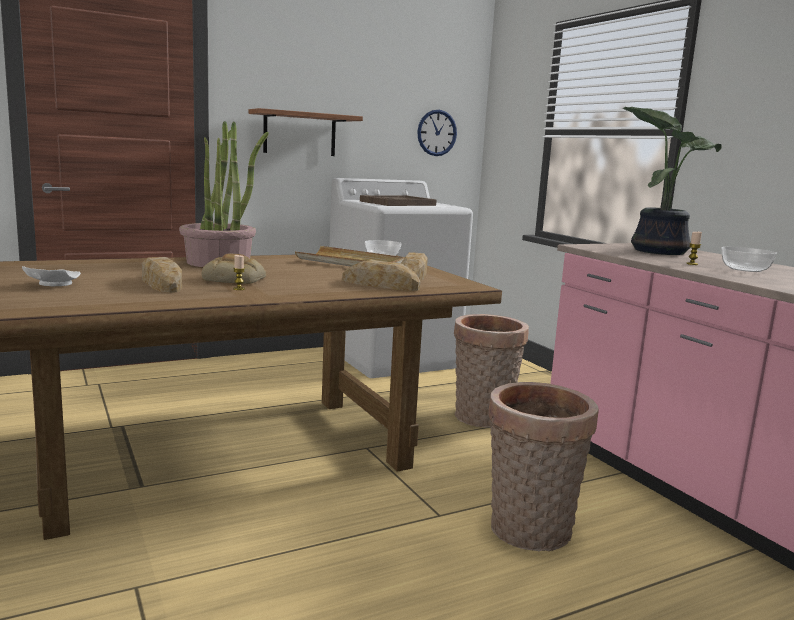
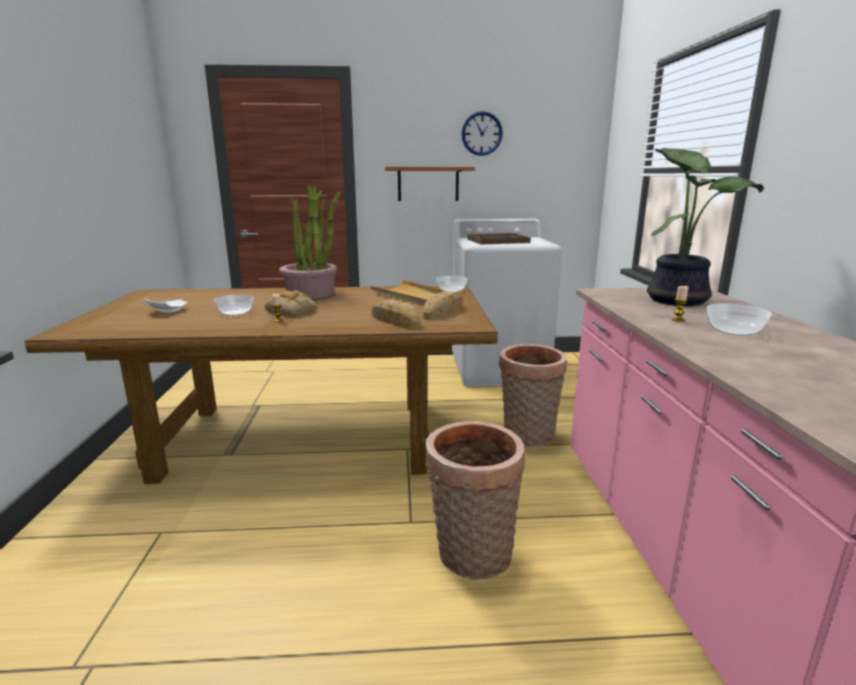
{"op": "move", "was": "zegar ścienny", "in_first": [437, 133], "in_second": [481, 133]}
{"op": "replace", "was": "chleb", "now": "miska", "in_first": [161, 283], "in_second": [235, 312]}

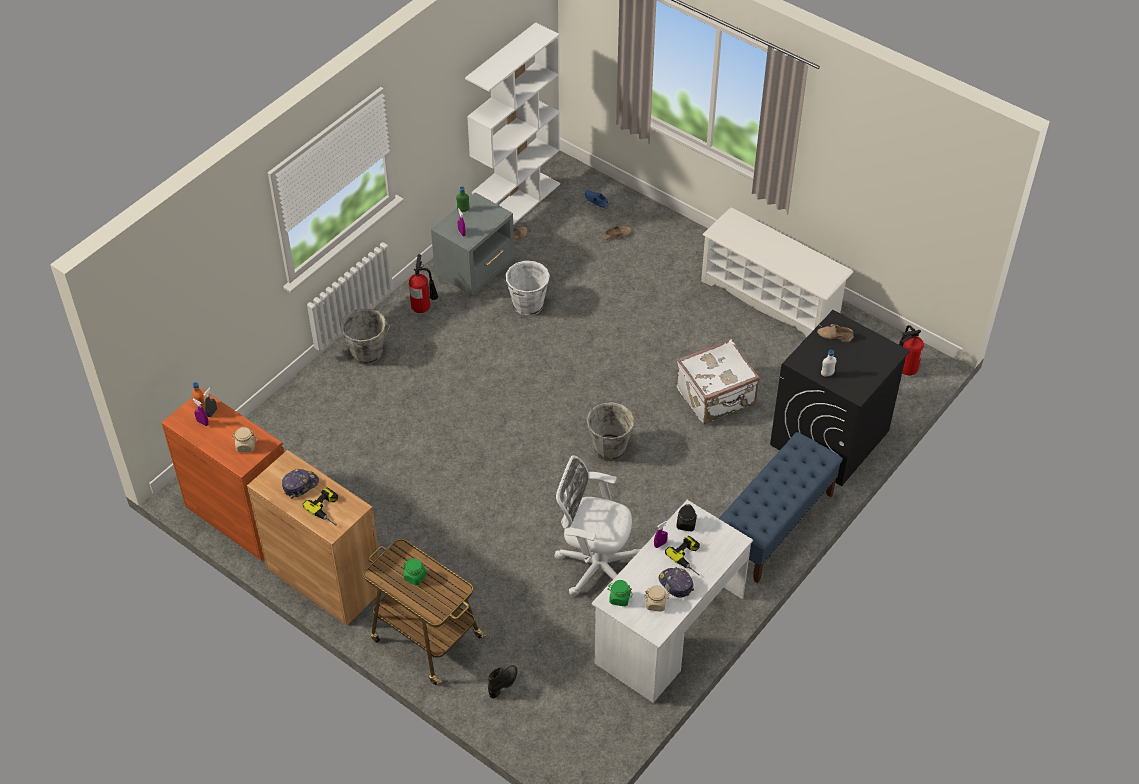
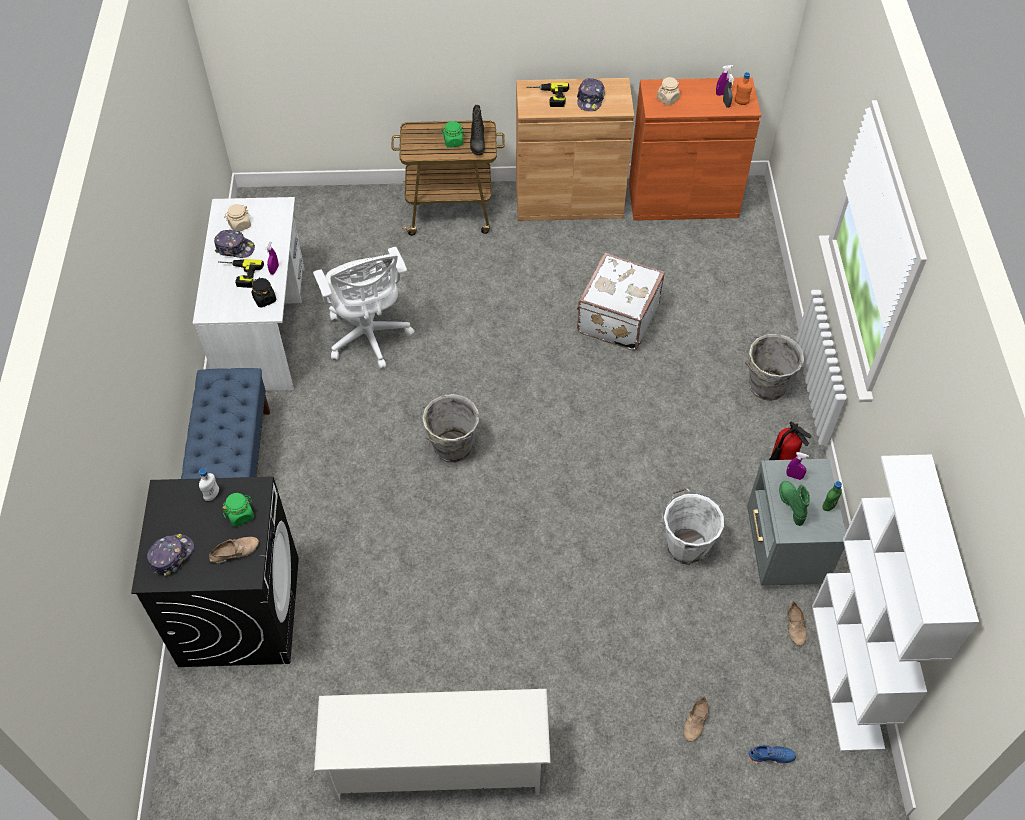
{"op": "delete", "was": "gaśnica", "in_first": [904, 368]}
{"op": "insert", "now": "czapka z daszkiem", "in_second": [171, 555]}
{"op": "insert", "now": "but z cholewką/zielony", "in_second": [792, 505]}
{"op": "move", "was": "but z cholewką/czarny", "in_first": [503, 684], "in_second": [477, 143]}
{"op": "move", "was": "słoik/zielony", "in_first": [619, 598], "in_second": [240, 515]}
{"op": "move", "was": "walizka/biały", "in_first": [716, 397], "in_second": [616, 318]}
{"op": "rotate", "was": "krzesło biurowe/biały", "in_first": [595, 566], "in_second": [369, 337], "clockwise": 90}

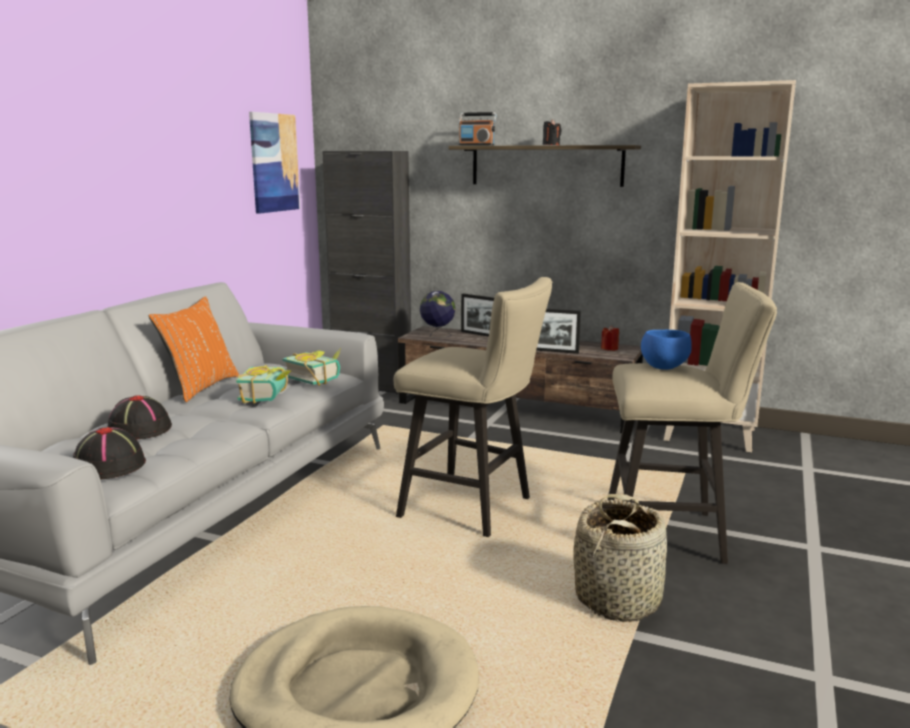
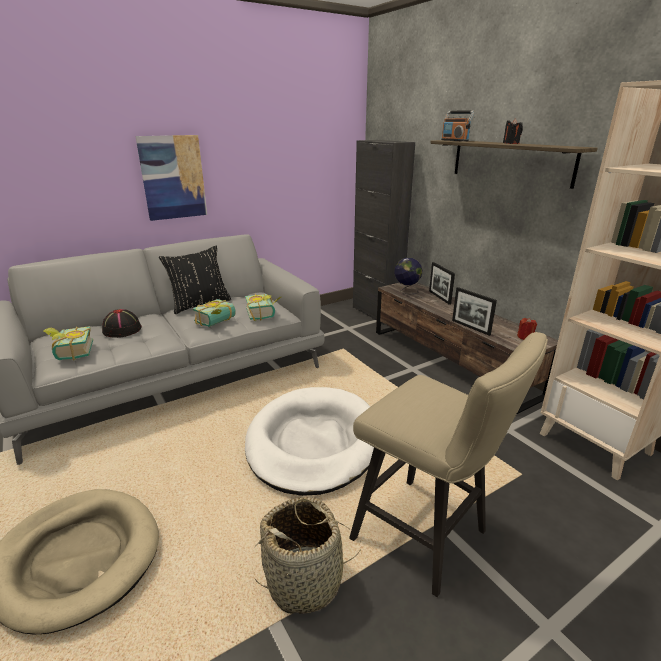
{"op": "delete", "was": "miska/niebieski", "in_first": [663, 367]}
{"op": "move", "was": "obraz", "in_first": [274, 163], "in_second": [173, 177]}
{"op": "replace", "was": "kapelusz/czarny", "now": "książka", "in_first": [110, 465], "in_second": [70, 352]}
{"op": "replace", "was": "stołek/beżowy", "now": "legowisko/biały", "in_first": [474, 509], "in_second": [313, 442]}
{"op": "recolor", "was": "poduszka/pomarańczowy", "now": "poduszka/czarny", "in_first": [200, 387], "in_second": [199, 304]}

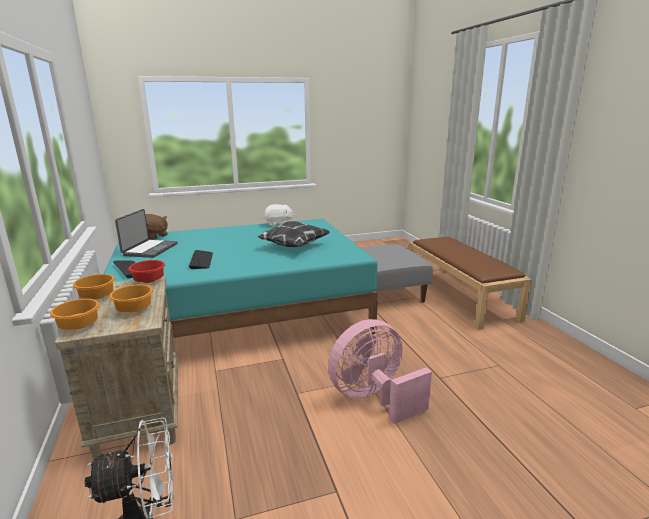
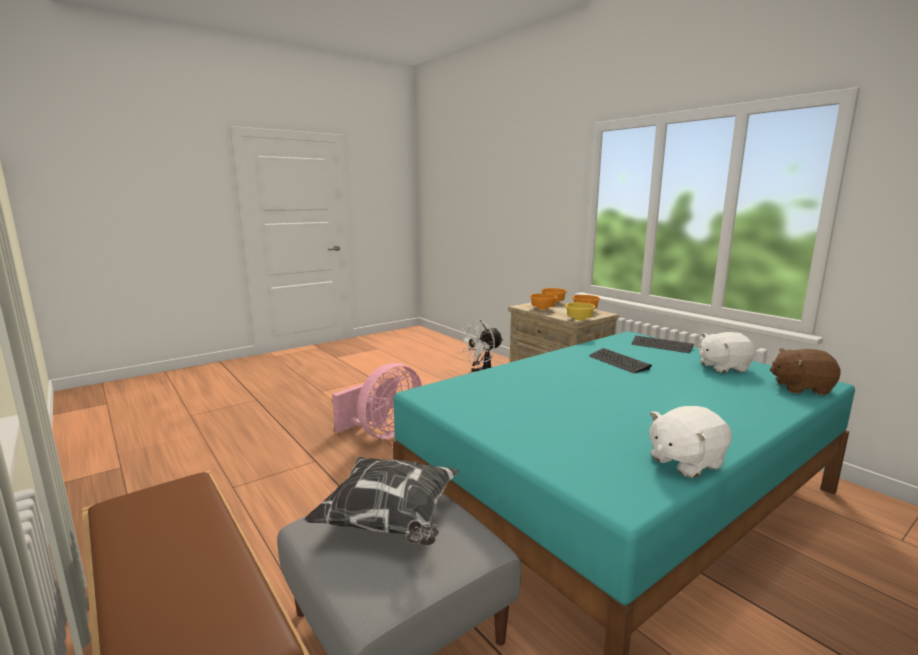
{"op": "move", "was": "poduszka", "in_first": [294, 246], "in_second": [390, 521]}
{"op": "replace", "was": "laptop", "now": "pluszak/biały", "in_first": [149, 249], "in_second": [723, 367]}
{"op": "recolor", "was": "miska/czerwony", "now": "miska/żółty", "in_first": [150, 280], "in_second": [579, 319]}

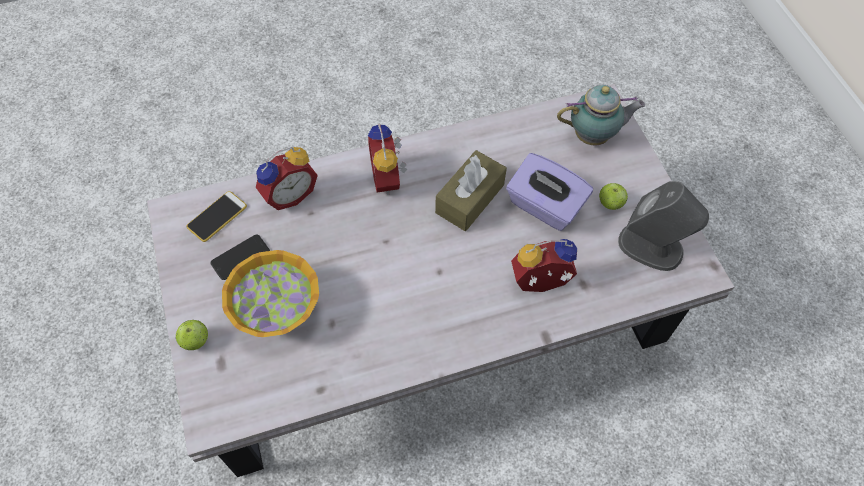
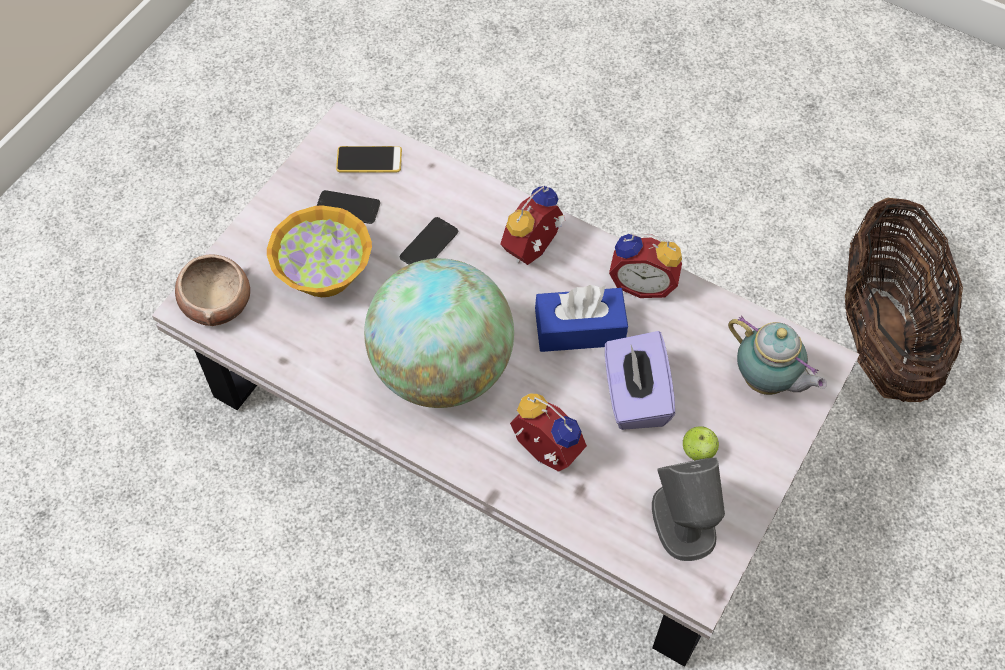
{"op": "delete", "was": "jabłko", "in_first": [196, 341]}
{"op": "insert", "now": "miska", "in_second": [217, 302]}
{"op": "insert", "now": "globus", "in_second": [441, 369]}
{"op": "insert", "now": "telefon", "in_second": [429, 245]}
{"op": "insert", "now": "koszyk", "in_second": [883, 335]}
{"op": "move", "was": "budzik", "in_first": [289, 194], "in_second": [643, 282]}
{"op": "recolor", "was": "pudełko chusteczek/brązowy", "now": "pudełko chusteczek/niebieski", "in_first": [470, 199], "in_second": [579, 329]}

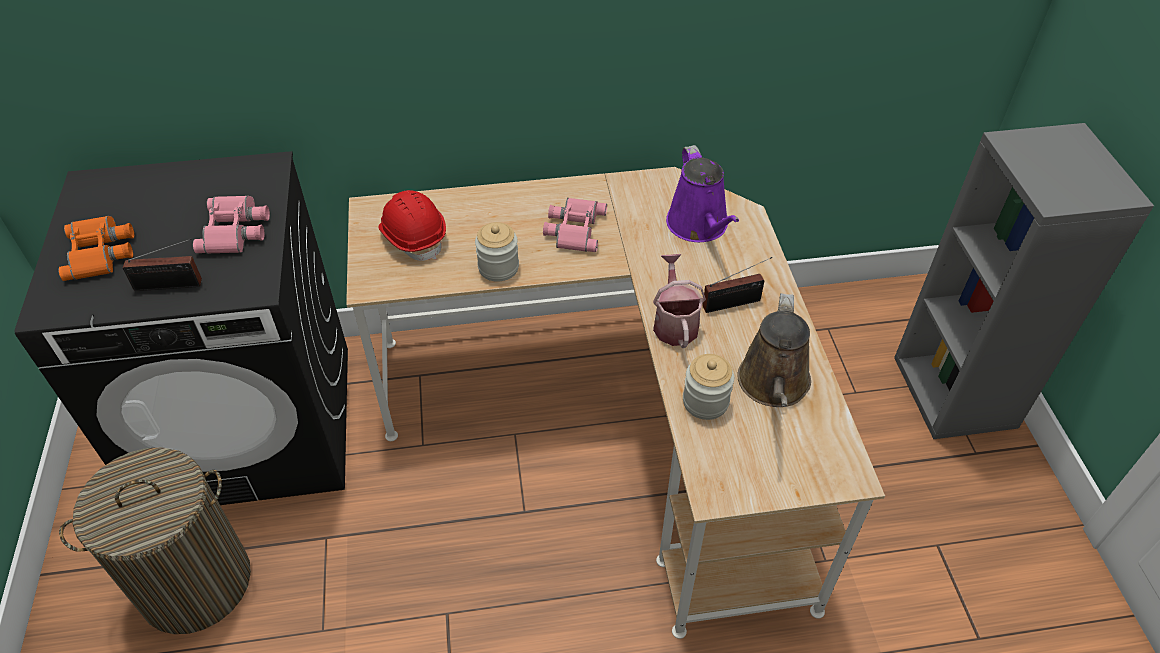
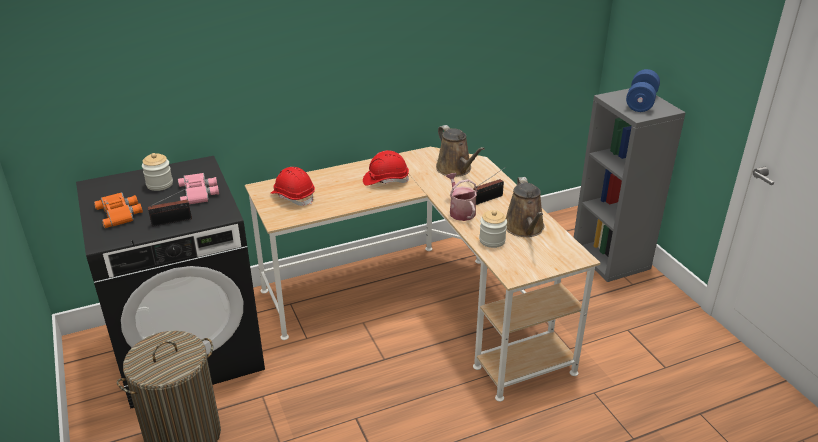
{"op": "insert", "now": "hantel/niebieski", "in_second": [641, 102]}
{"op": "move", "was": "słoik", "in_first": [498, 267], "in_second": [159, 184]}
{"op": "replace", "was": "lornetka/różowy", "now": "kask/czerwony", "in_first": [573, 228], "in_second": [385, 180]}
{"op": "recolor", "was": "konewka/fioletowy", "now": "konewka/brązowy", "in_first": [699, 226], "in_second": [455, 169]}

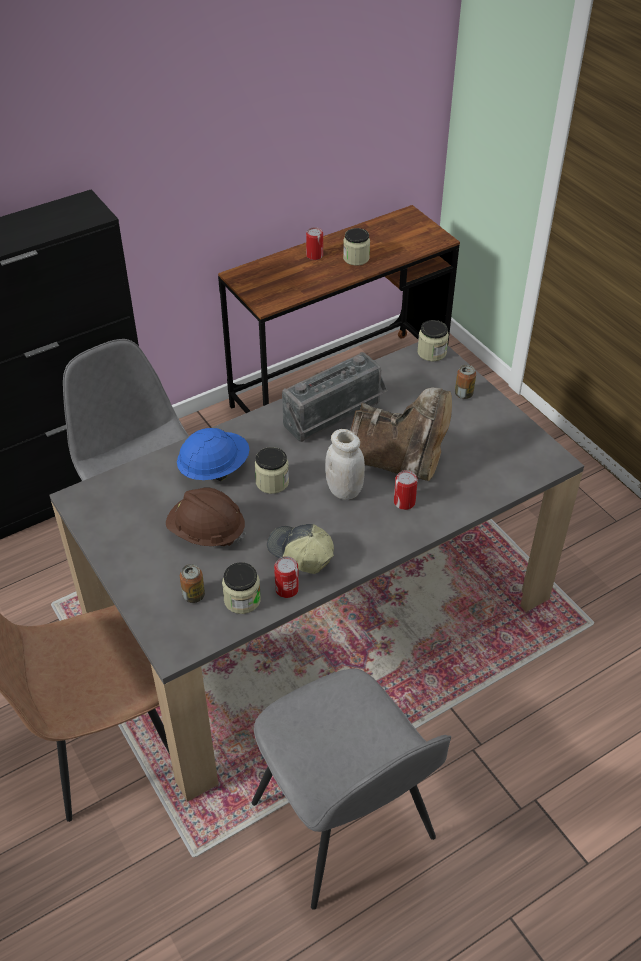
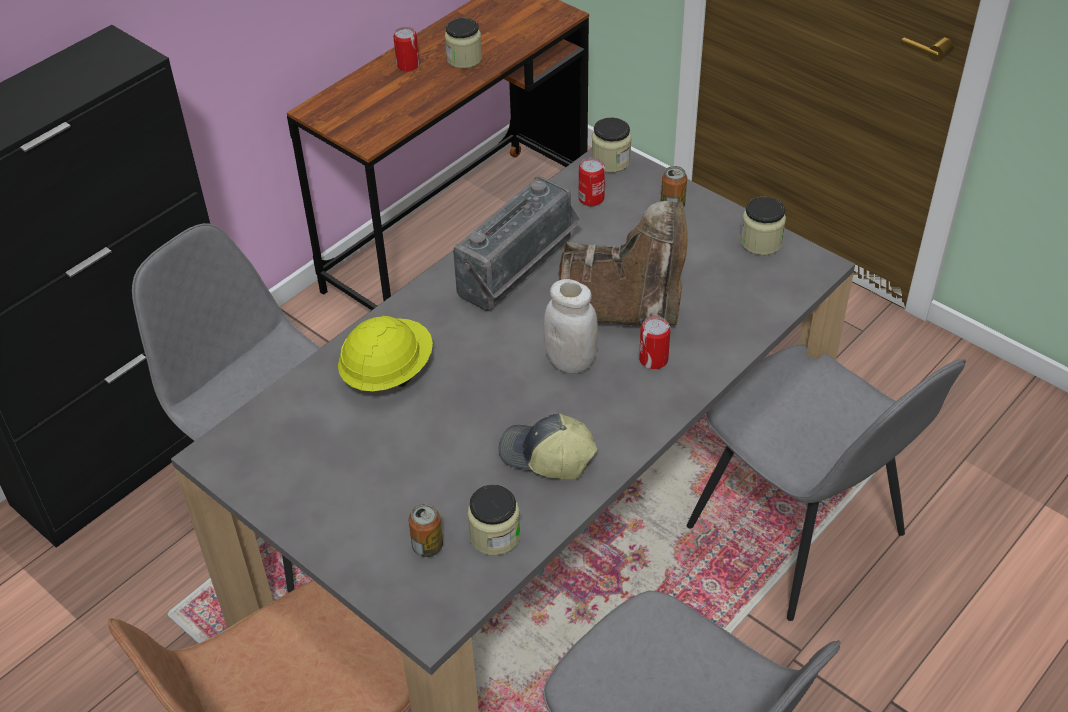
{"op": "delete", "was": "kask/brązowy", "in_first": [206, 532]}
{"op": "insert", "now": "krzesło/szary", "in_second": [799, 534]}
{"op": "move", "was": "słoik", "in_first": [272, 482], "in_second": [761, 242]}
{"op": "move", "was": "puszka", "in_first": [287, 589], "in_second": [591, 199]}
{"op": "recolor", "was": "kask/niebieski", "now": "kask/żółty", "in_first": [214, 469], "in_second": [387, 373]}

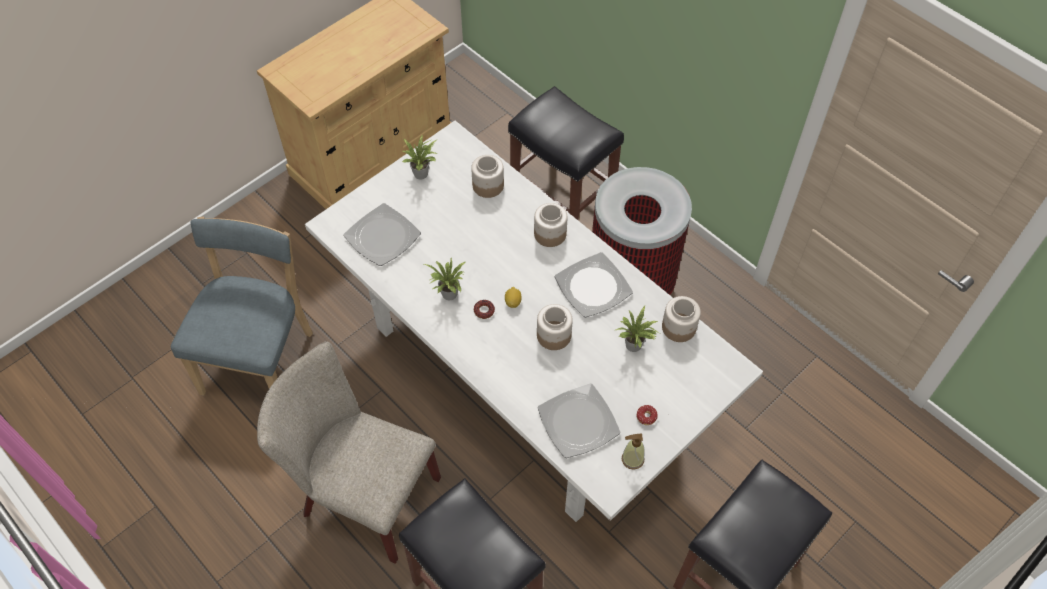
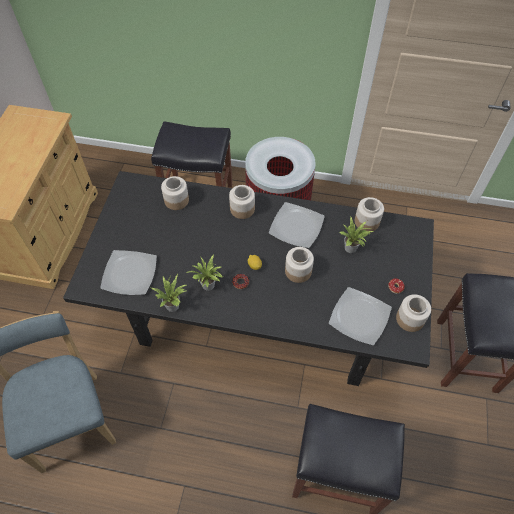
{"op": "delete", "was": "krzesło/beżowy", "in_first": [363, 495]}
{"op": "move", "was": "roślina doniczkowa", "in_first": [423, 173], "in_second": [174, 305]}
{"op": "replace", "was": "dozownik mydła", "now": "słoik", "in_first": [632, 459], "in_second": [410, 319]}
{"op": "recolor", "was": "stół jadalny/biały", "now": "stół jadalny/czarny", "in_first": [521, 373], "in_second": [255, 316]}

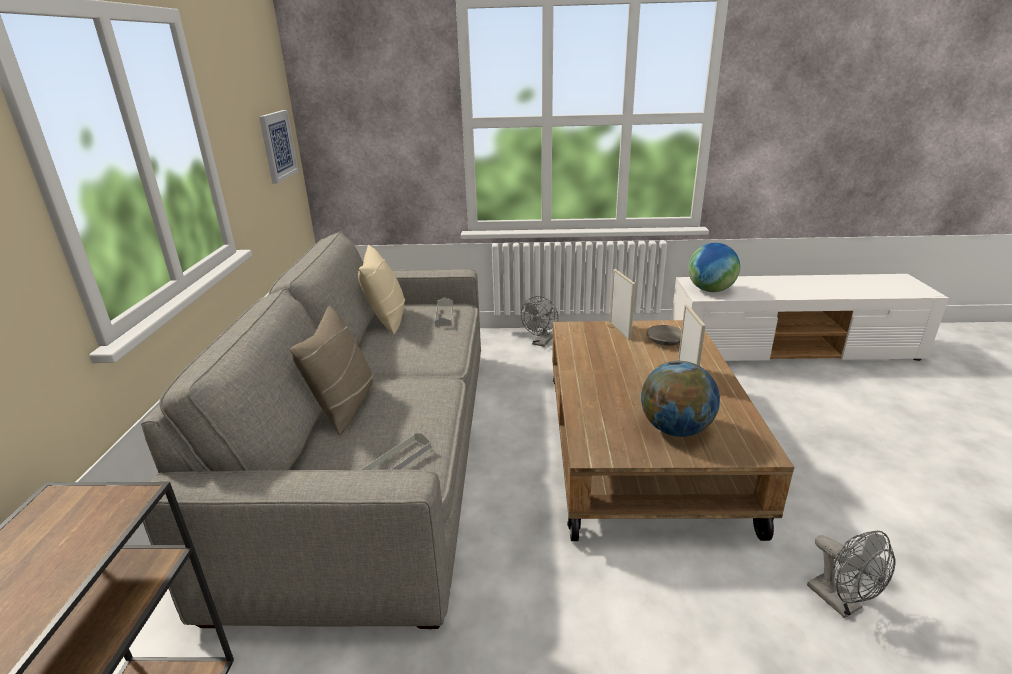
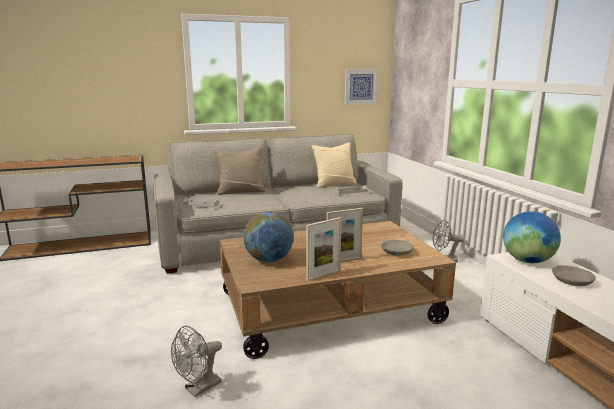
{"op": "insert", "now": "miska/szary", "in_second": [571, 281]}
{"op": "move", "was": "ramka na zdjęcie", "in_first": [620, 330], "in_second": [323, 275]}

